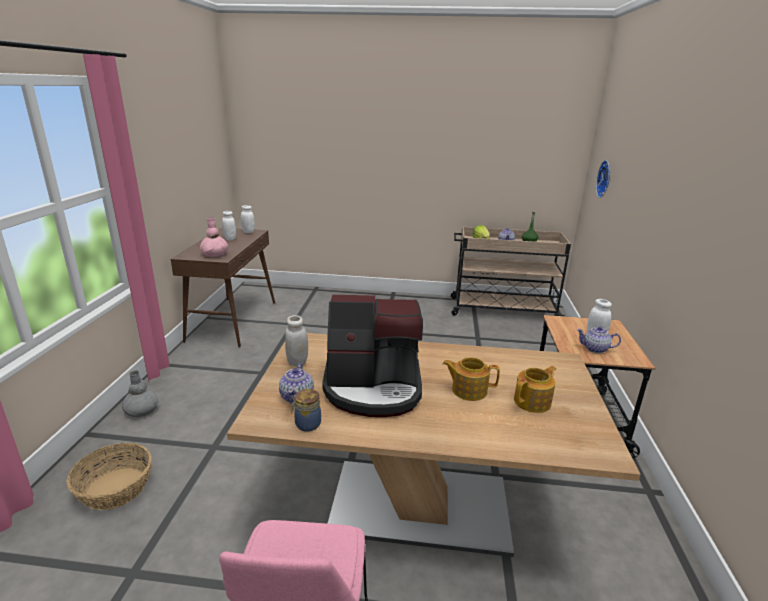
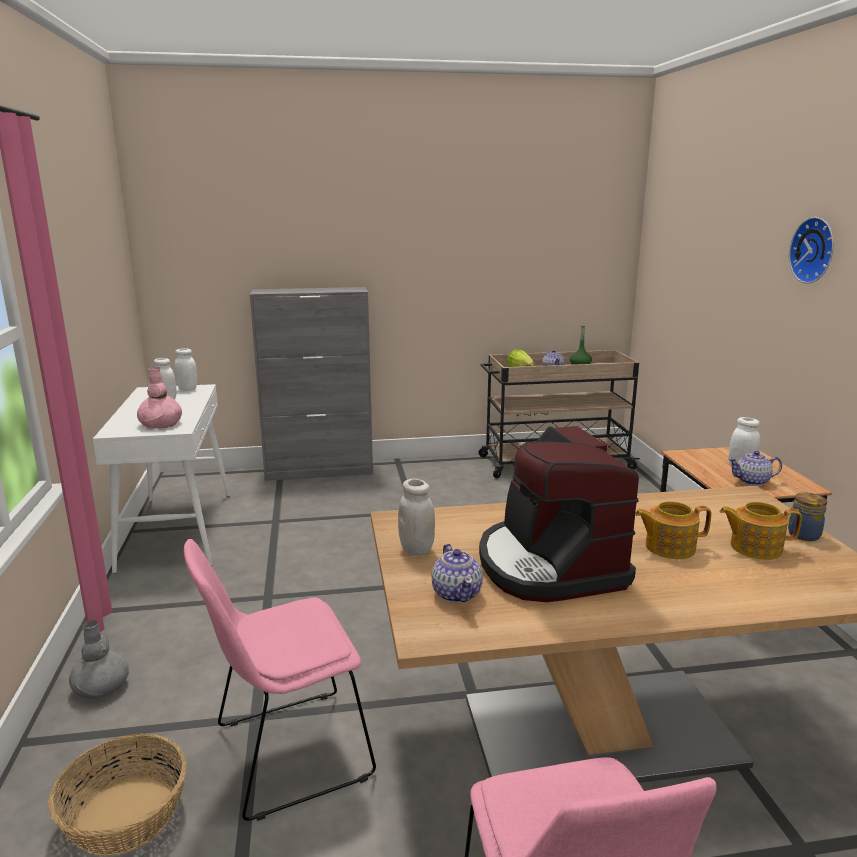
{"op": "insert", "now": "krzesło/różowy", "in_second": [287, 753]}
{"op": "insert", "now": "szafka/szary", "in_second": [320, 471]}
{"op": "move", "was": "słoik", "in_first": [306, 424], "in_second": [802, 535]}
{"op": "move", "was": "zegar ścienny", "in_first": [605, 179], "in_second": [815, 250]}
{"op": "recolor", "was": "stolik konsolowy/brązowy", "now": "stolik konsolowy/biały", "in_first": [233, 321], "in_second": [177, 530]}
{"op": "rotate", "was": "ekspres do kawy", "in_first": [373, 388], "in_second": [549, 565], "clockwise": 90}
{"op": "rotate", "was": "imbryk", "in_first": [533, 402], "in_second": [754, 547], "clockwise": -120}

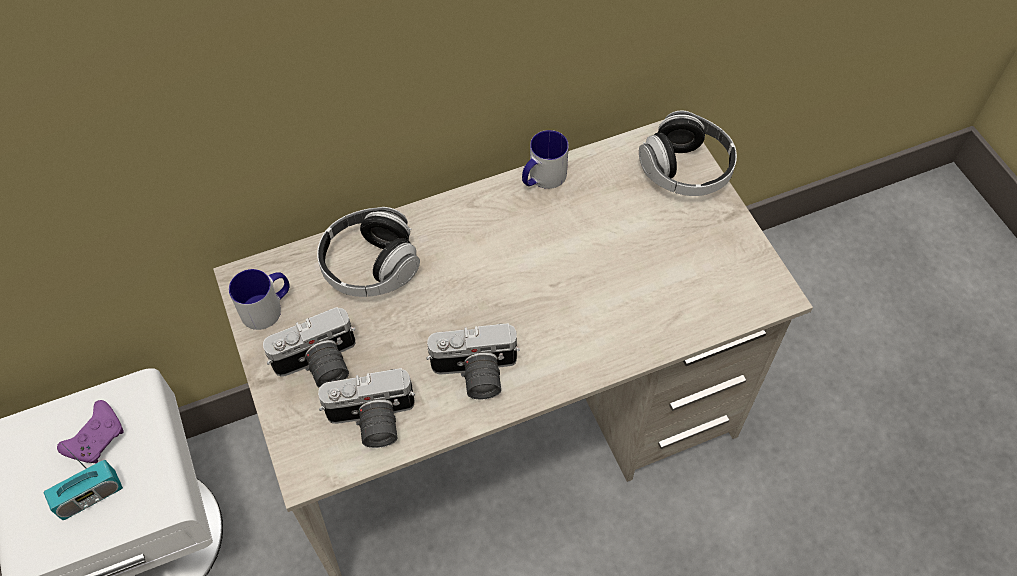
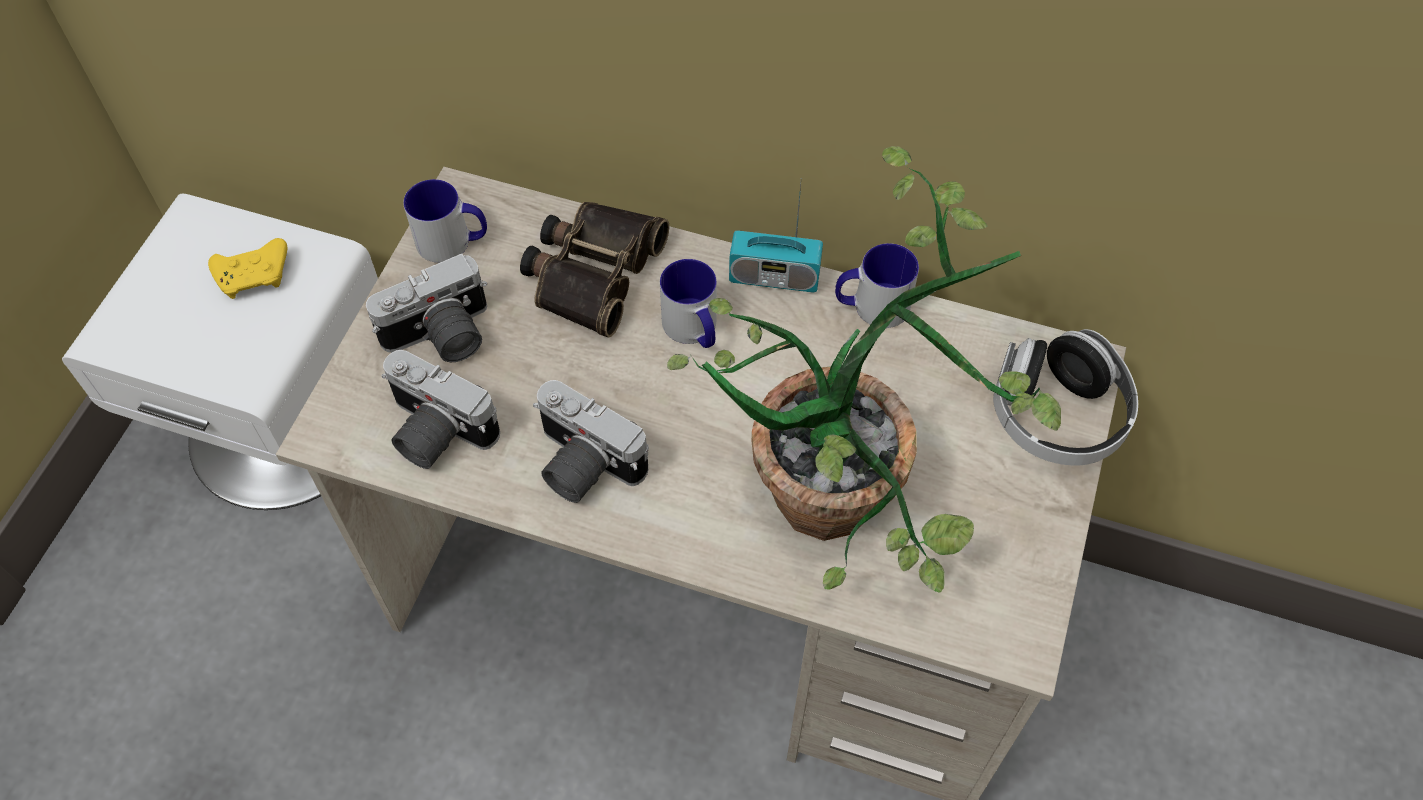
{"op": "insert", "now": "kubek", "in_second": [694, 330]}
{"op": "insert", "now": "roślina doniczkowa", "in_second": [854, 500]}
{"op": "move", "was": "radio", "in_first": [90, 496], "in_second": [774, 277]}
{"op": "replace", "was": "słuchawki", "now": "lornetka", "in_first": [370, 266], "in_second": [592, 271]}
{"op": "recolor", "was": "pad do gier/fioletowy", "now": "pad do gier/żółty", "in_first": [97, 437], "in_second": [255, 276]}
{"op": "rotate", "was": "aparat fotograficzny", "in_first": [319, 366], "in_second": [441, 338], "clockwise": -45}

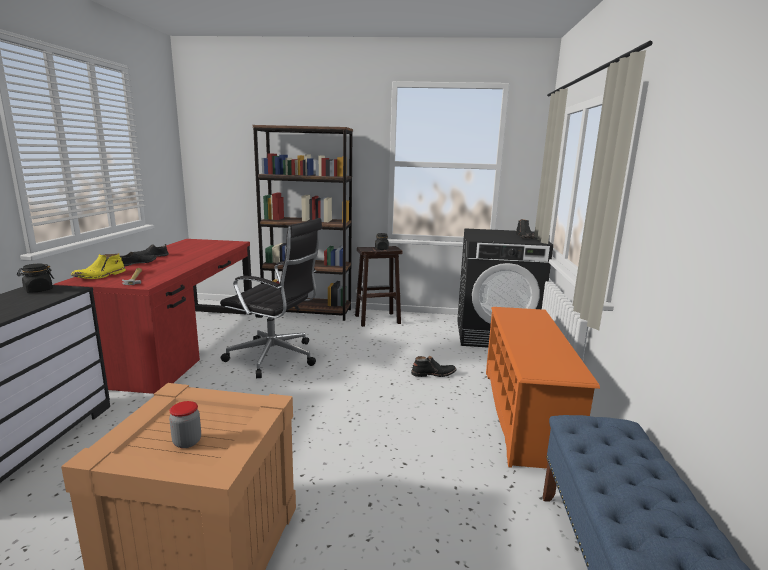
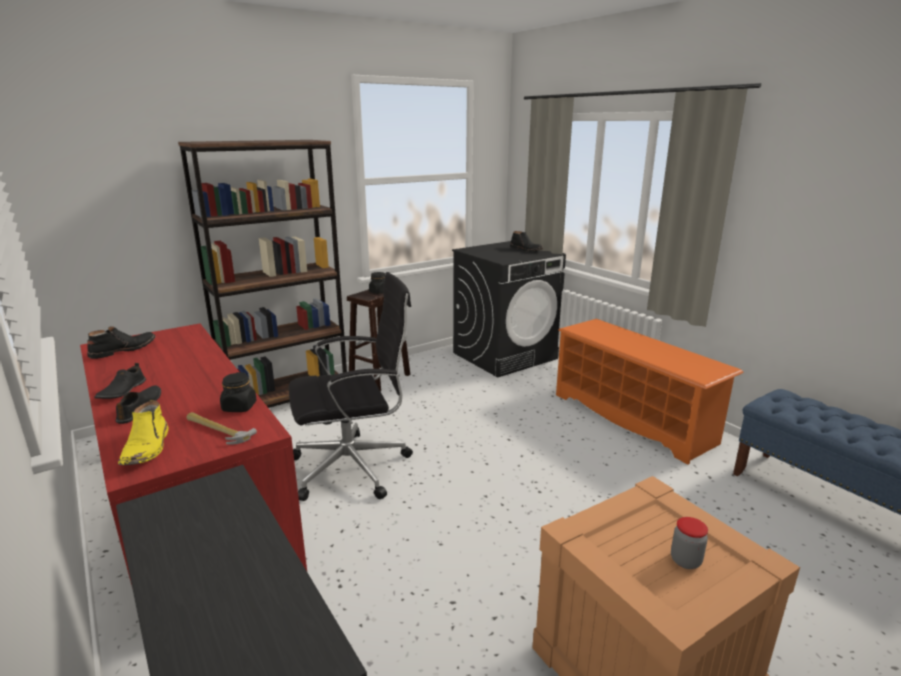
{"op": "move", "was": "słoik/czarny", "in_first": [38, 290], "in_second": [239, 407]}
{"op": "move", "was": "but z cholewką/czarny", "in_first": [433, 374], "in_second": [123, 350]}

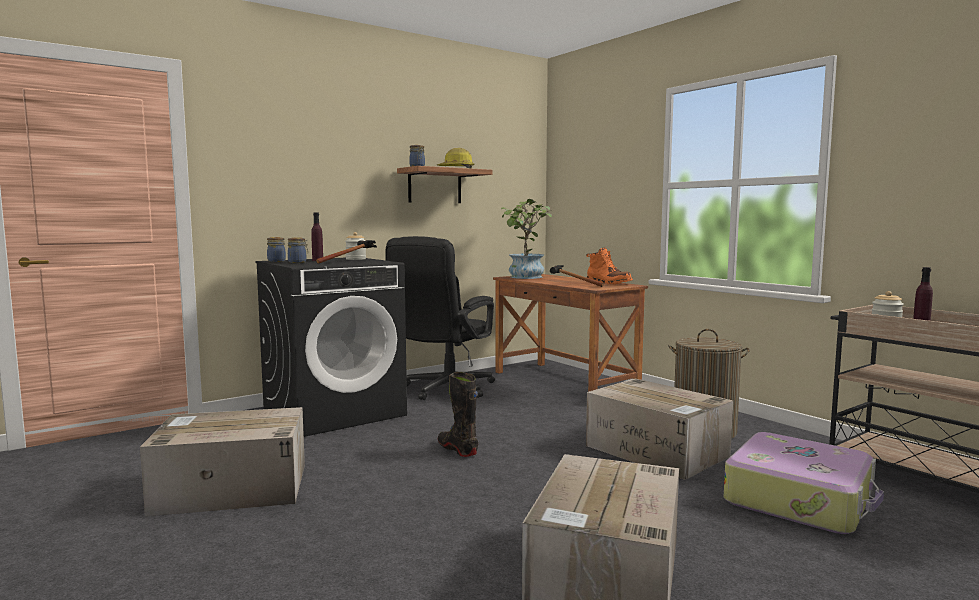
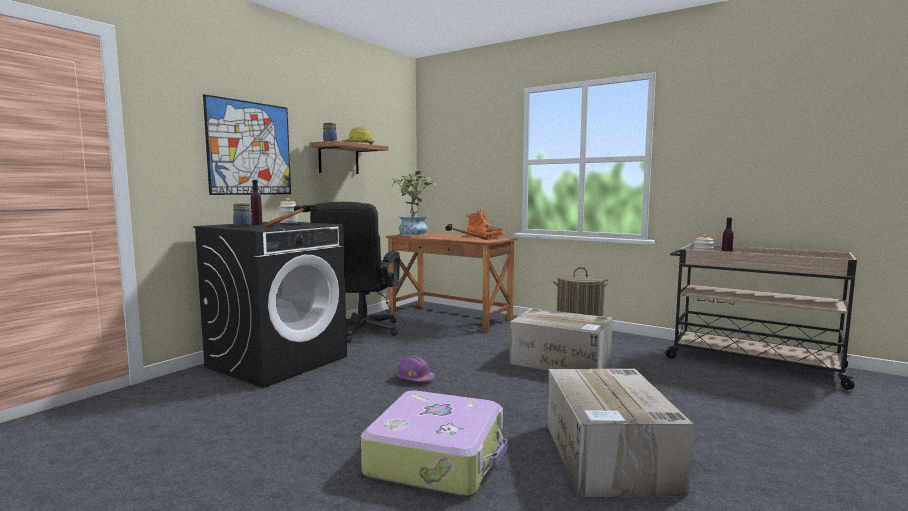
{"op": "delete", "was": "karton", "in_first": [229, 488]}
{"op": "delete", "was": "słoik", "in_first": [277, 261]}
{"op": "insert", "now": "obraz", "in_second": [250, 148]}
{"op": "move", "was": "walizka", "in_first": [799, 499], "in_second": [437, 457]}
{"op": "replace", "was": "but z cholewką/czarny", "now": "kask/fioletowy", "in_first": [457, 449], "in_second": [414, 379]}

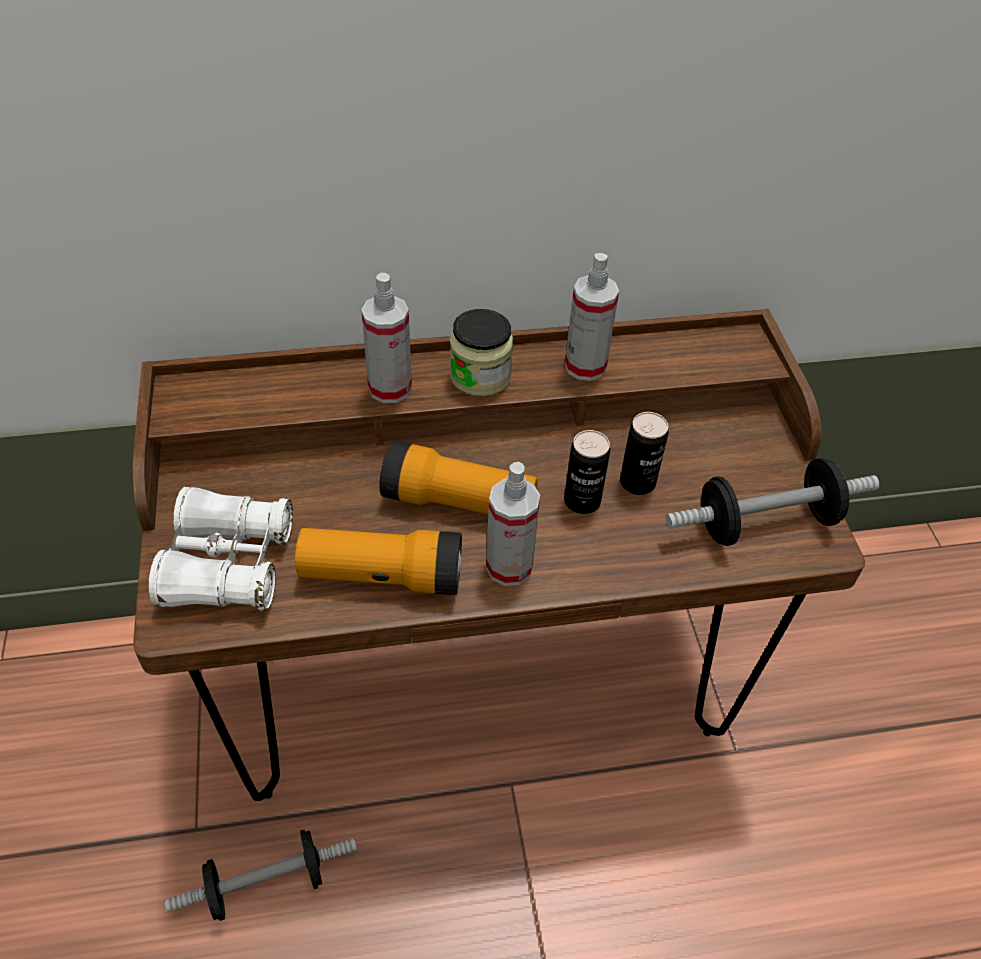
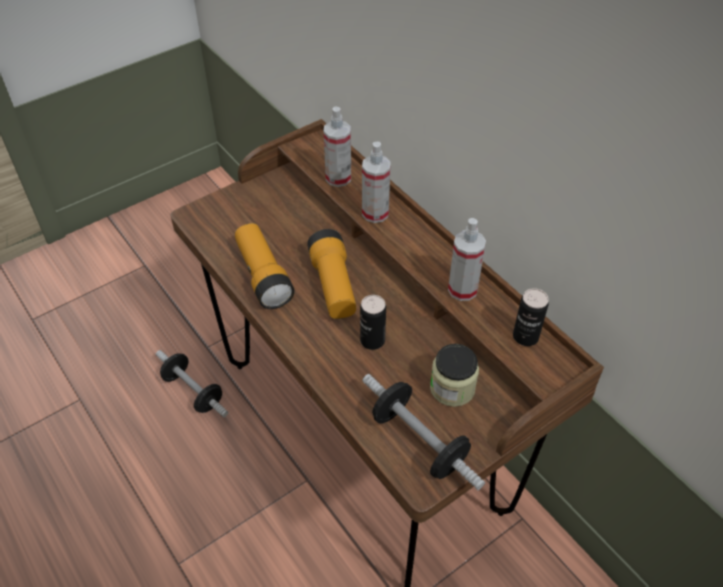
{"op": "delete", "was": "lornetka/biały", "in_first": [228, 565]}
{"op": "move", "was": "słoik", "in_first": [480, 376], "in_second": [452, 388]}
{"op": "move", "was": "spryskiwacz", "in_first": [509, 566], "in_second": [338, 178]}
{"op": "move", "was": "puszka", "in_first": [637, 482], "in_second": [525, 336]}

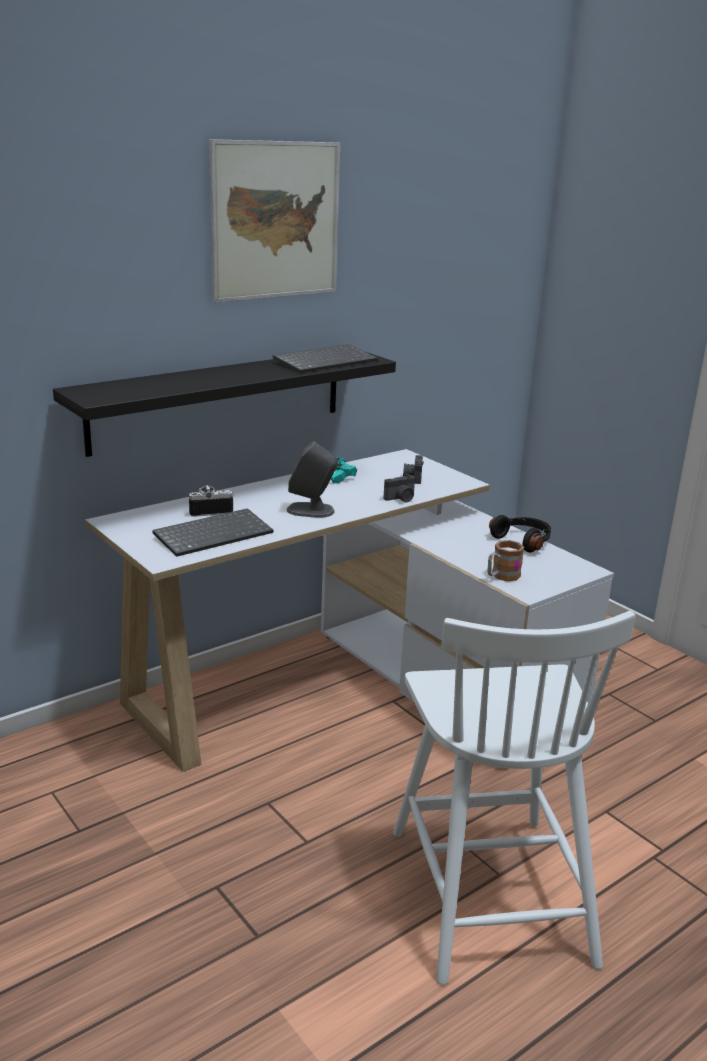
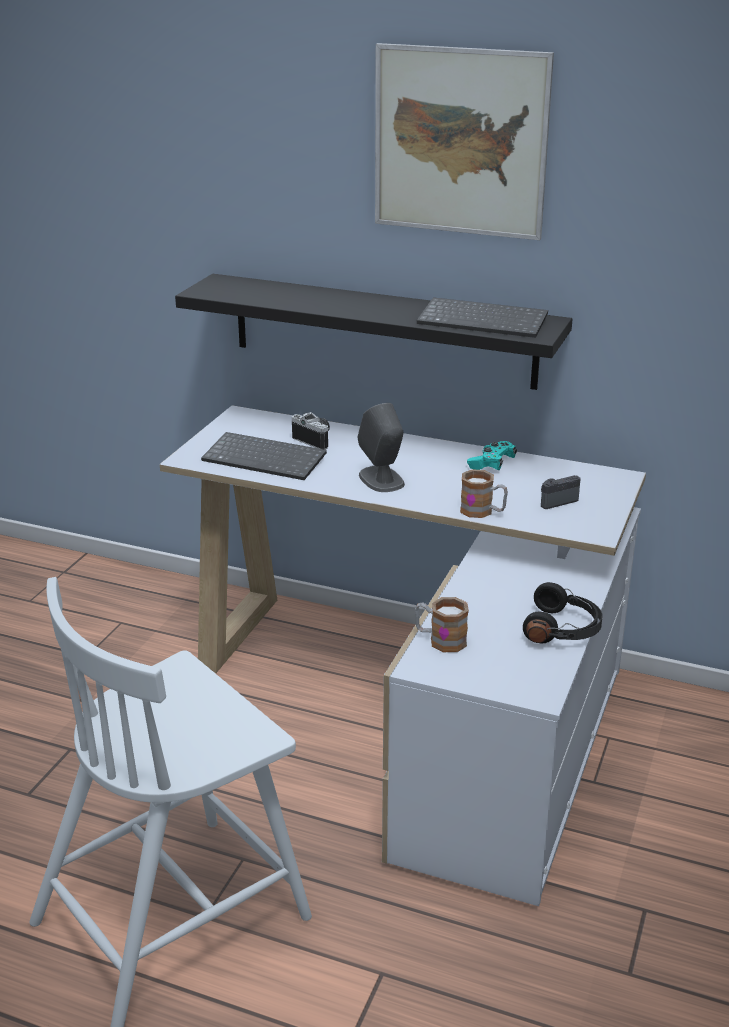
{"op": "replace", "was": "aparat fotograficzny", "now": "kubek", "in_first": [401, 499], "in_second": [483, 512]}

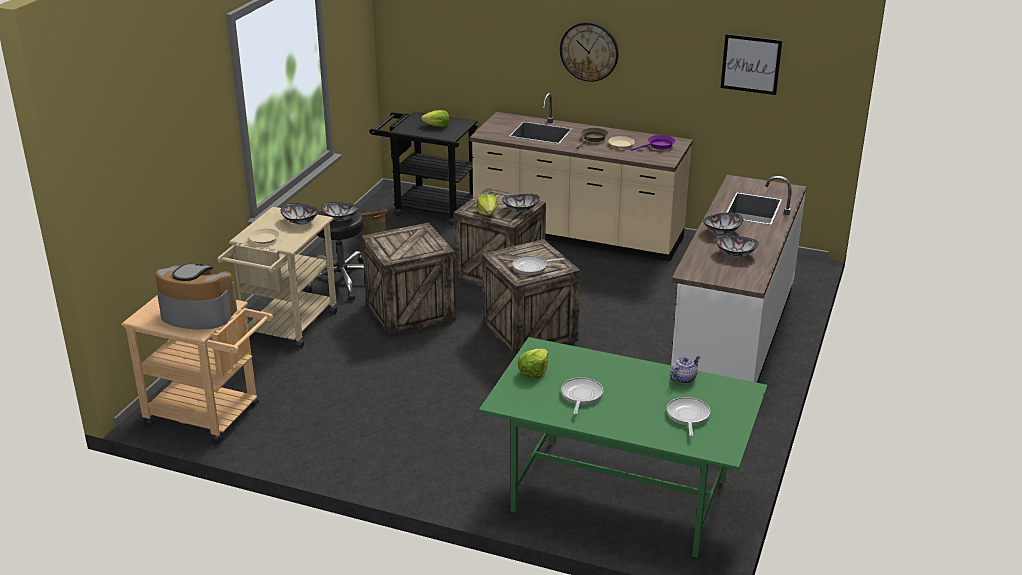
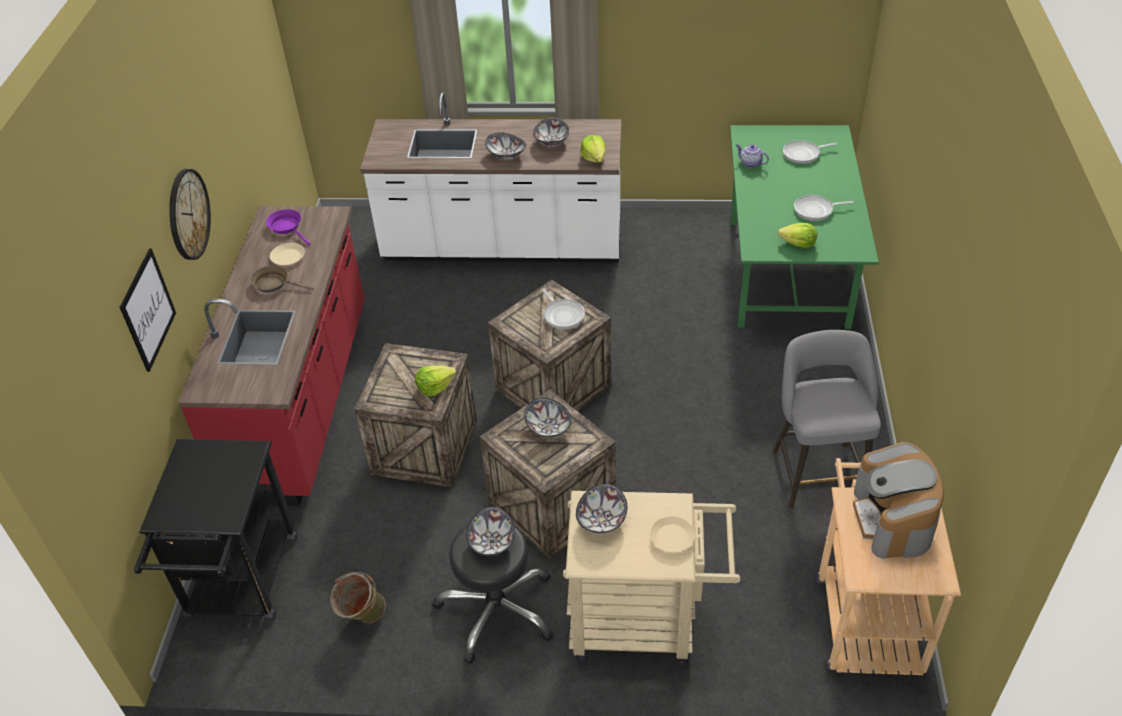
{"op": "insert", "now": "stołek/szary", "in_second": [817, 471]}
{"op": "move", "was": "sałata", "in_first": [437, 126], "in_second": [594, 158]}
{"op": "move", "was": "miska", "in_first": [520, 209], "in_second": [548, 428]}
{"op": "move", "was": "obraz", "in_first": [751, 64], "in_second": [148, 310]}
{"op": "recolor", "was": "zabudowa kuchenna/beżowy", "now": "zabudowa kuchenna/czerwony", "in_first": [577, 235], "in_second": [303, 399]}

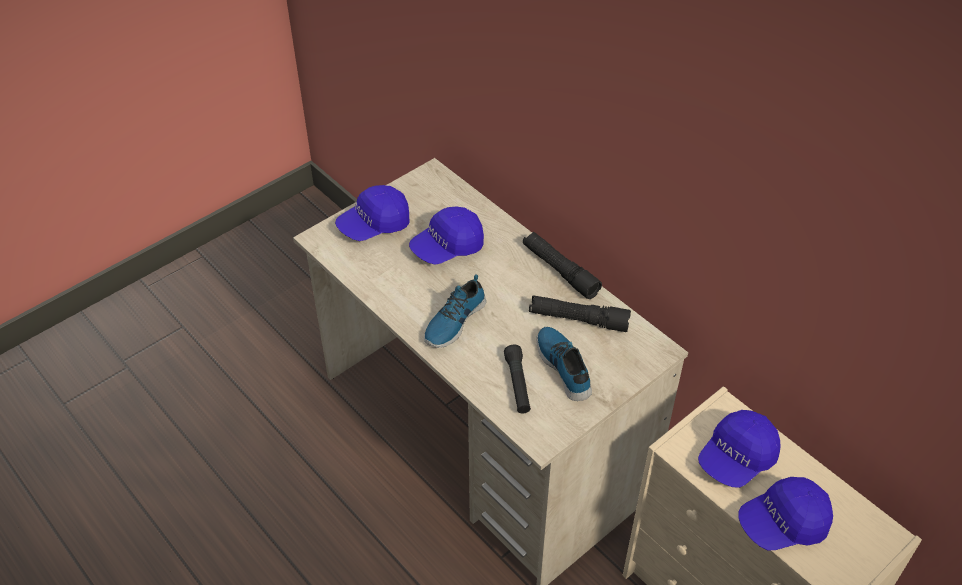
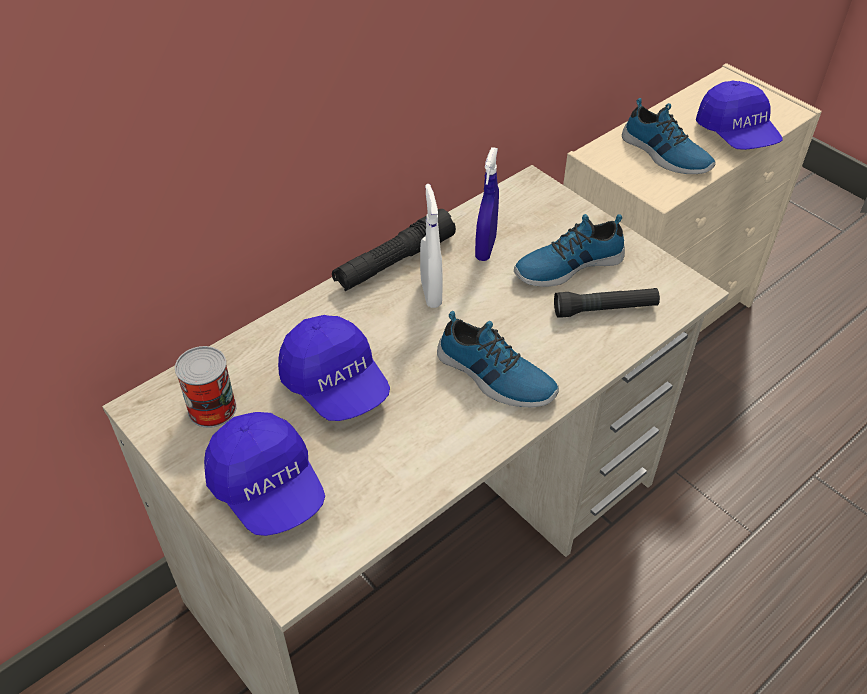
{"op": "insert", "now": "puszka", "in_second": [212, 408]}
{"op": "insert", "now": "spryskiwacz/biały", "in_second": [431, 293]}
{"op": "replace", "was": "latarka/czarny", "now": "spryskiwacz/niebieski", "in_first": [578, 319], "in_second": [485, 248]}
{"op": "replace", "was": "czapka z daszkiem/niebieski", "now": "but", "in_first": [736, 459], "in_second": [665, 154]}

